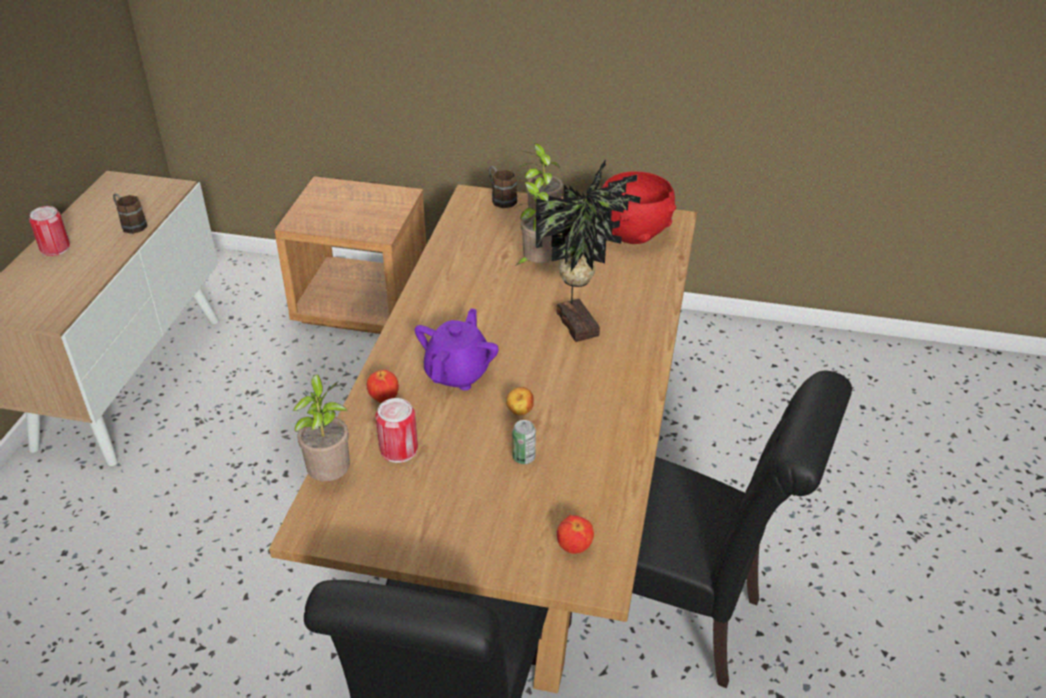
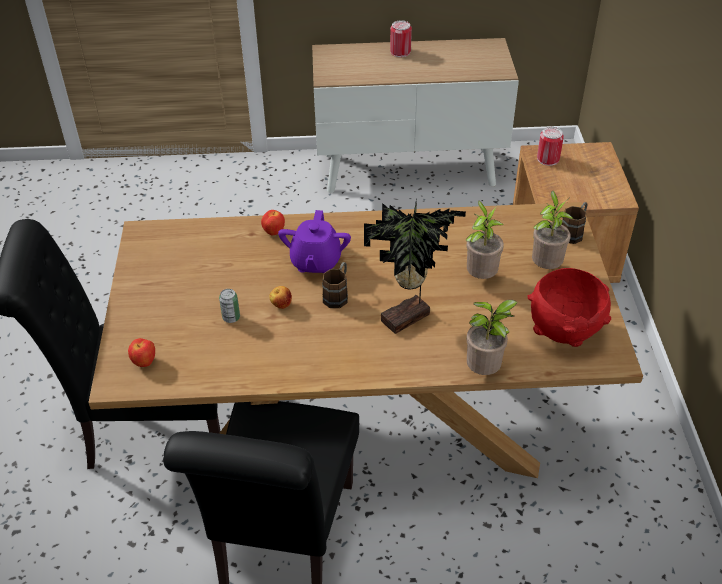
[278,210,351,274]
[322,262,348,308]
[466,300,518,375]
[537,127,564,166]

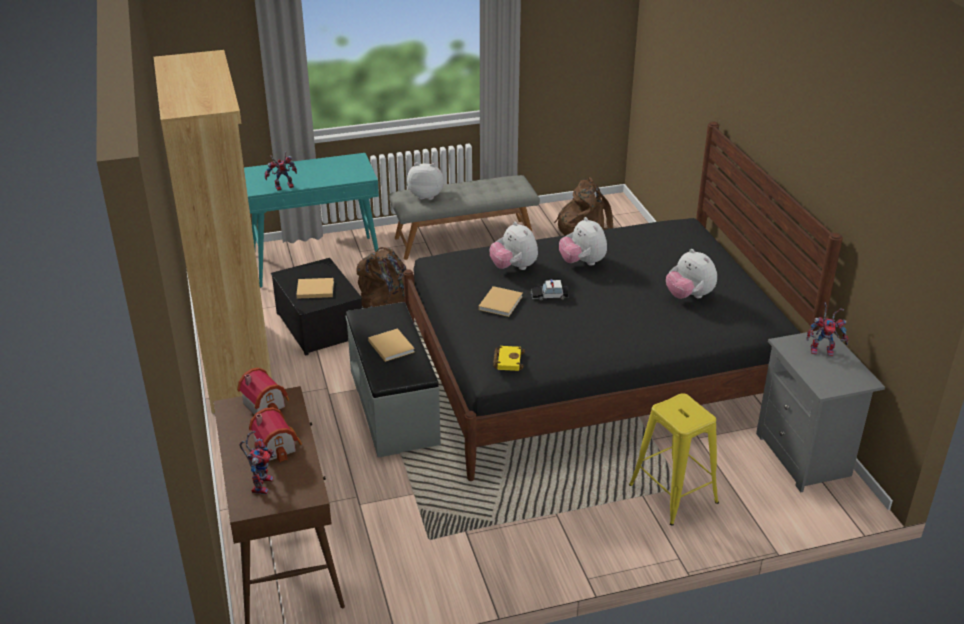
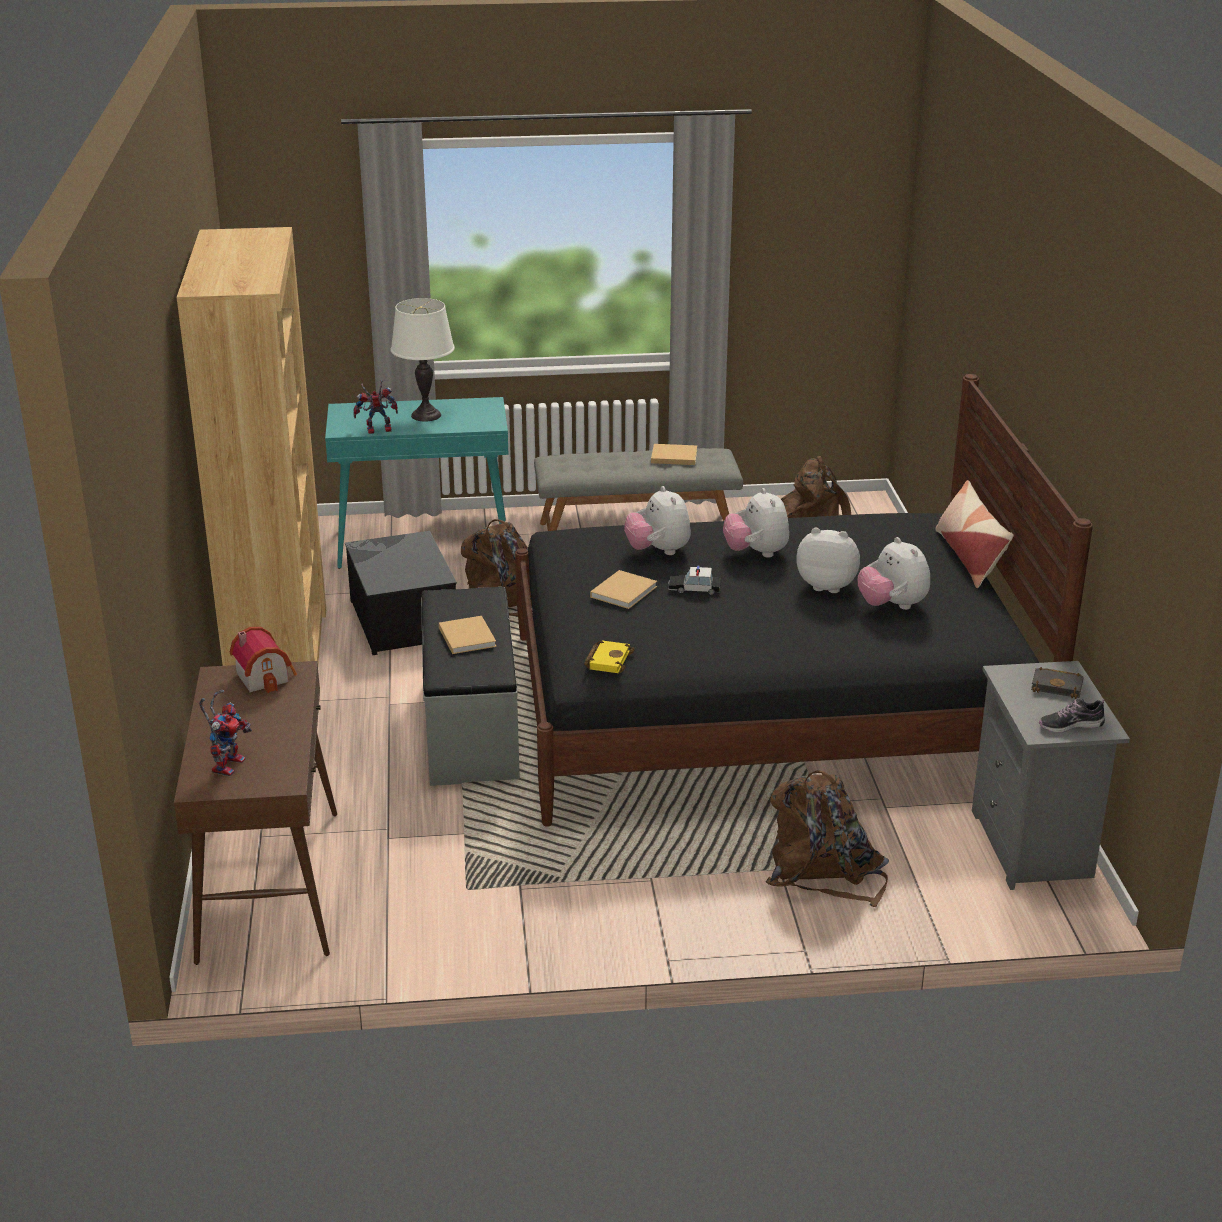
[390,298,455,422]
[651,444,697,465]
[766,770,889,907]
[796,528,860,593]
[935,480,1014,588]
[1031,667,1084,699]
[1039,699,1105,733]
[249,407,302,463] (first image)

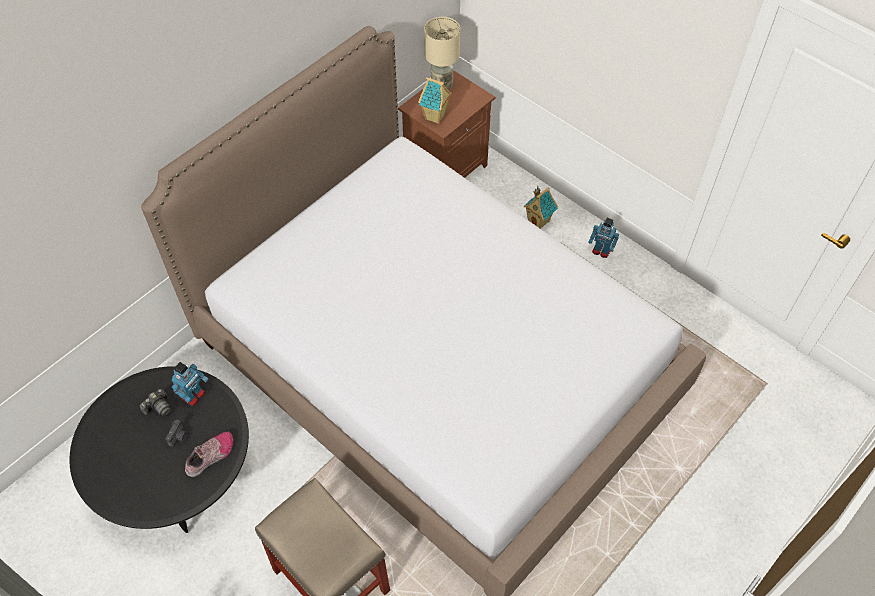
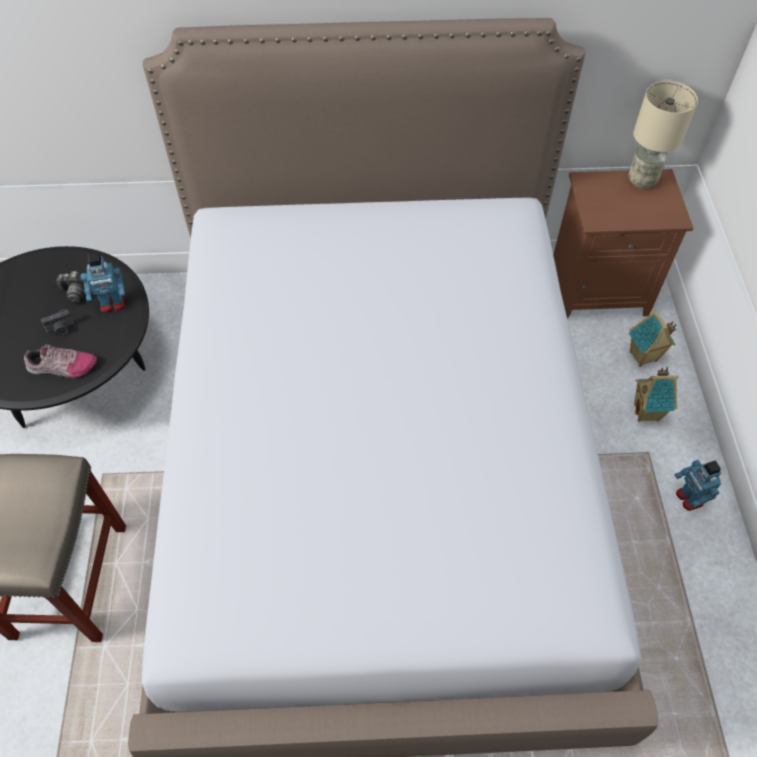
[629,309,677,367]

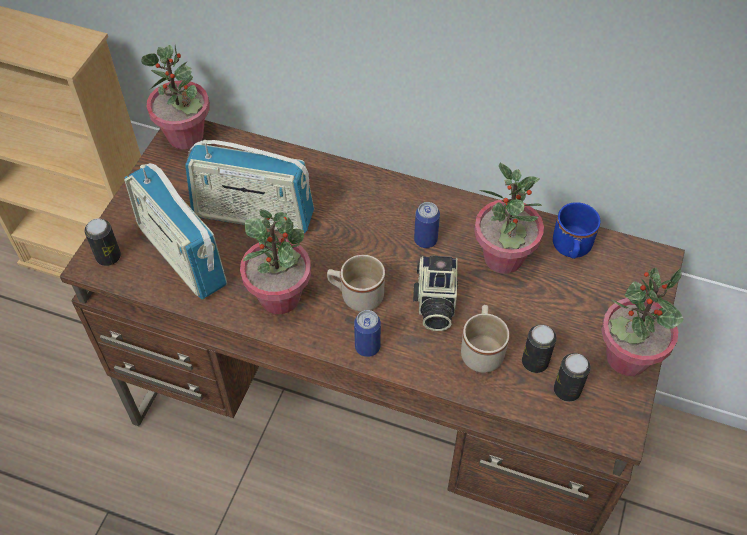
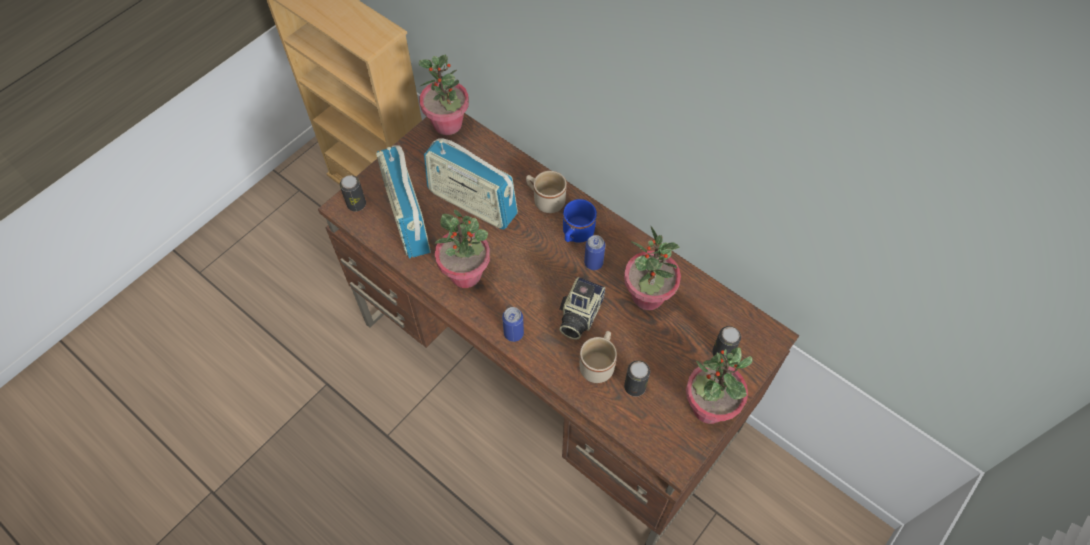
[526,171,567,213]
[563,199,597,243]
[712,326,741,360]

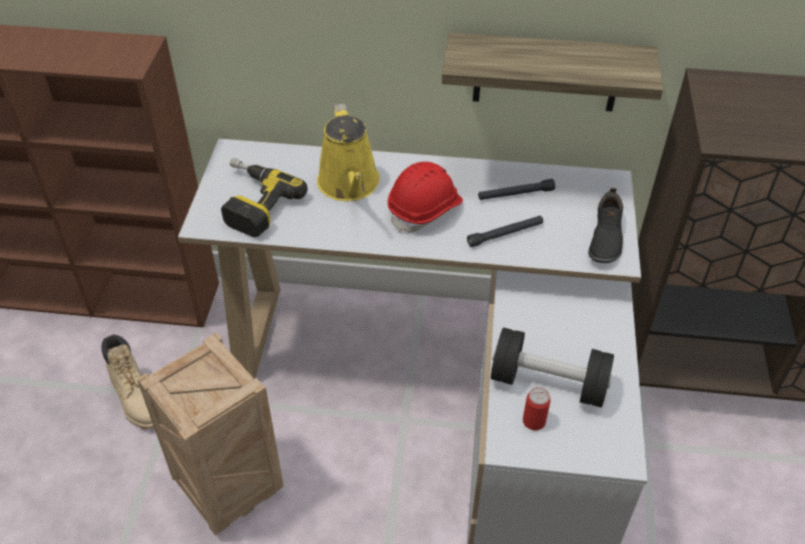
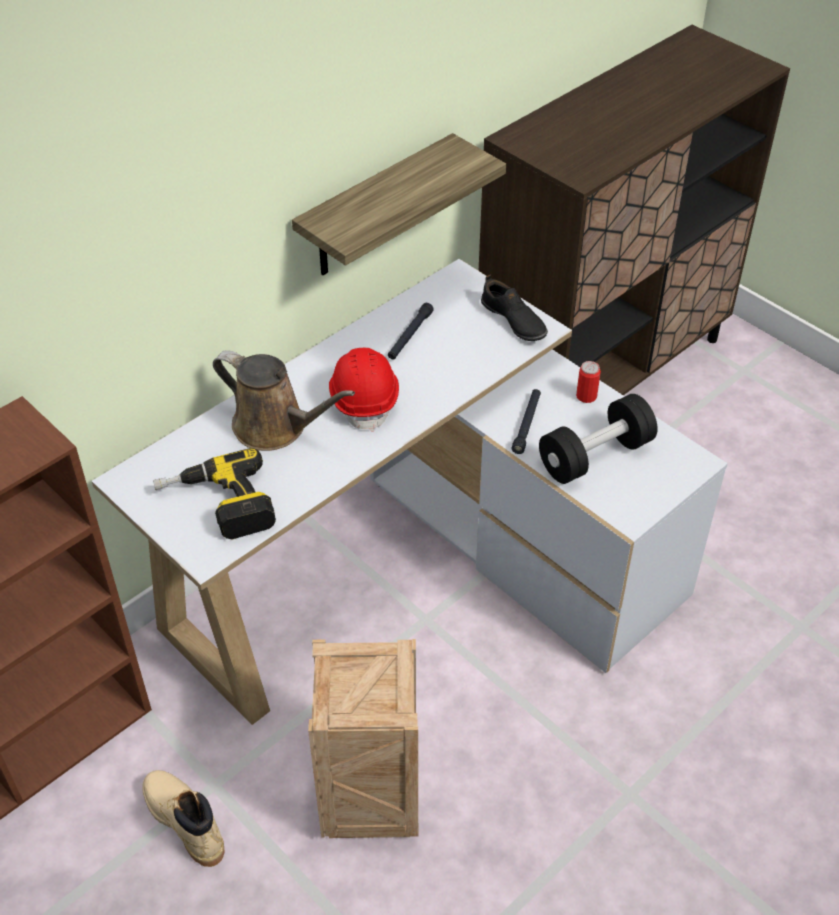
[143,770,224,867]
[213,350,355,451]
[512,389,541,454]
[576,361,601,403]

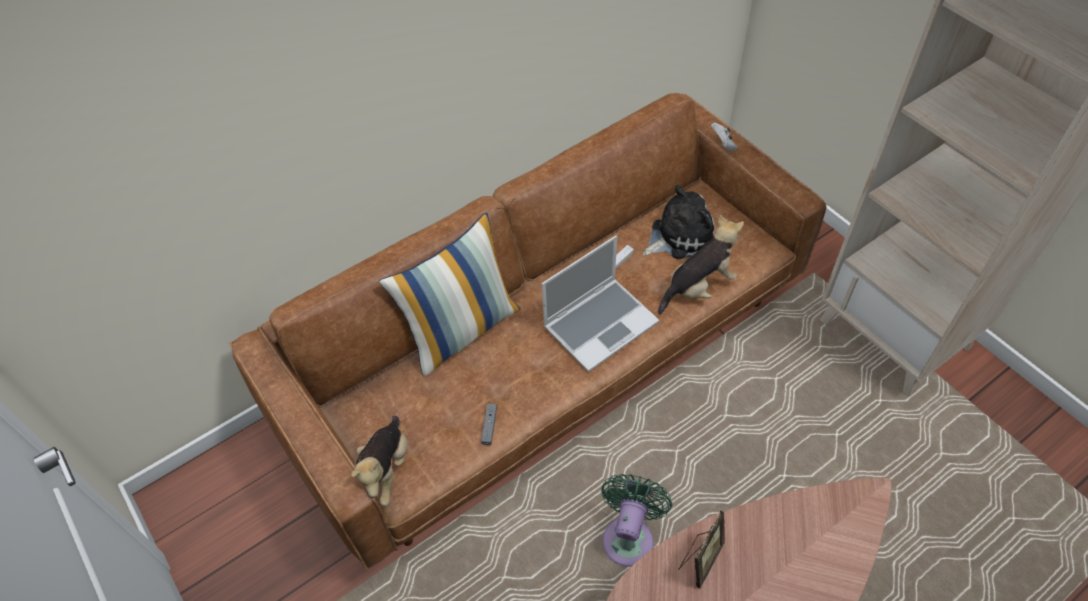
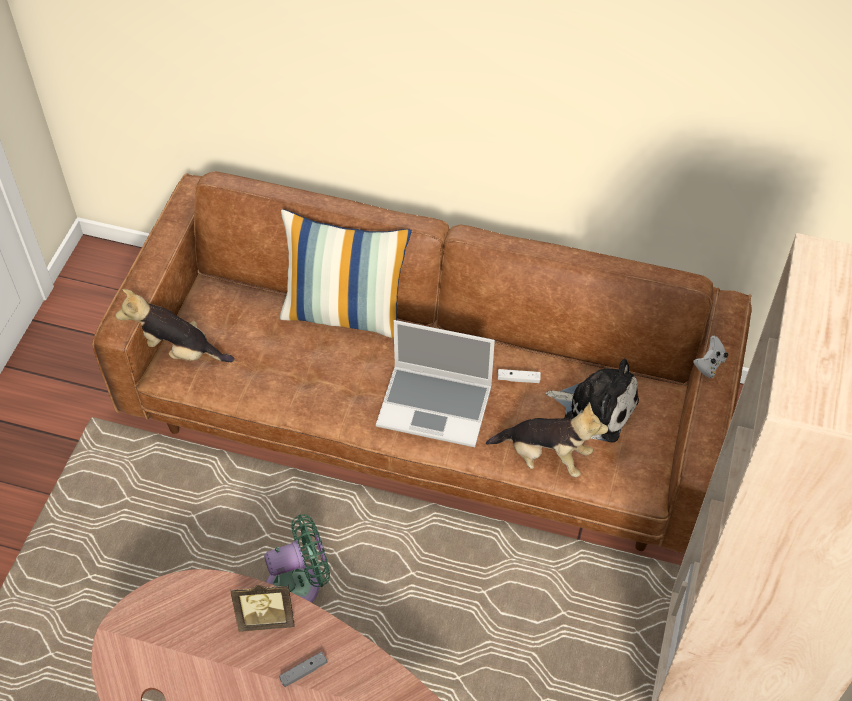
[116,289,234,362]
[279,652,327,687]

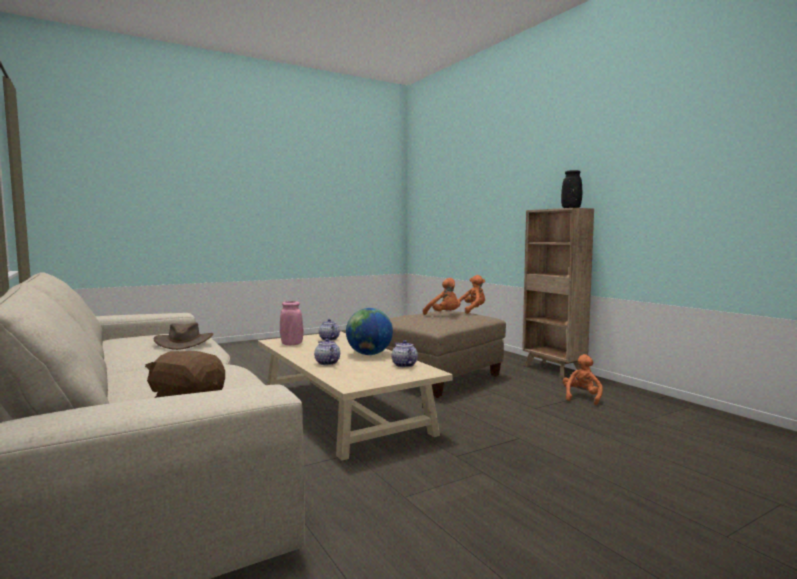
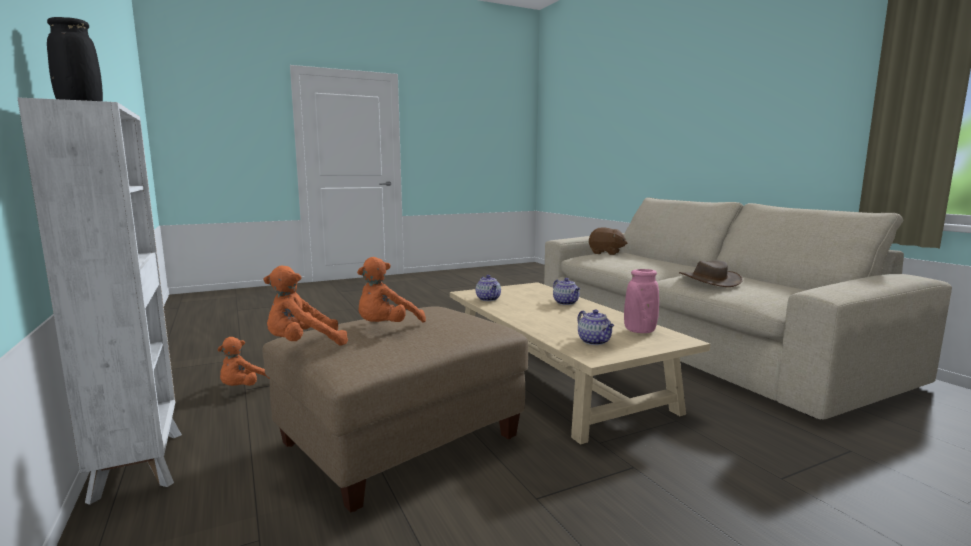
[17,97,182,505]
[357,257,426,323]
[346,308,393,355] (first image)

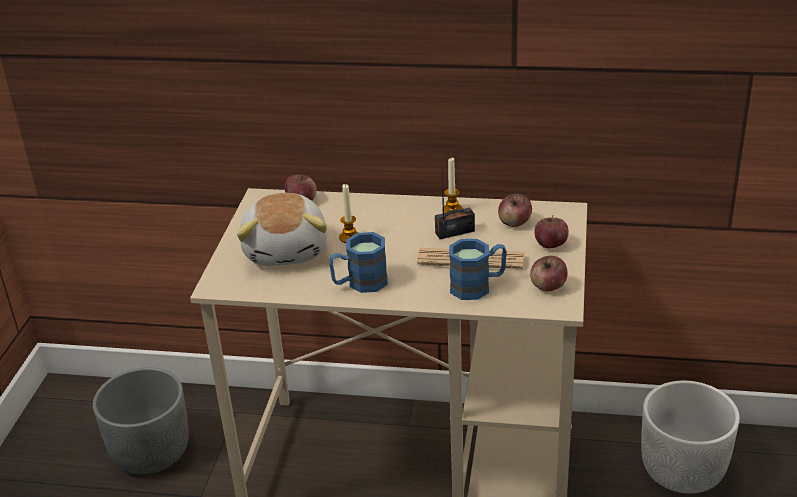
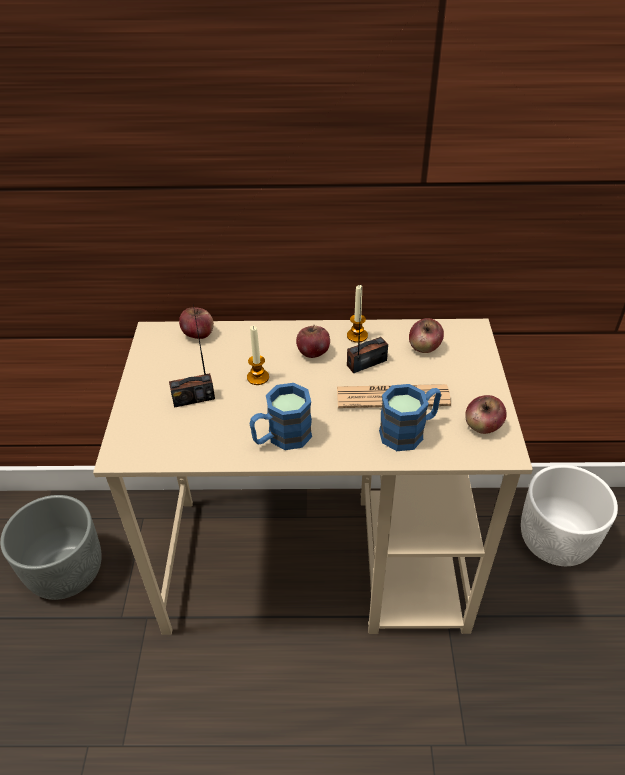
[169,305,215,408]
[296,325,330,358]

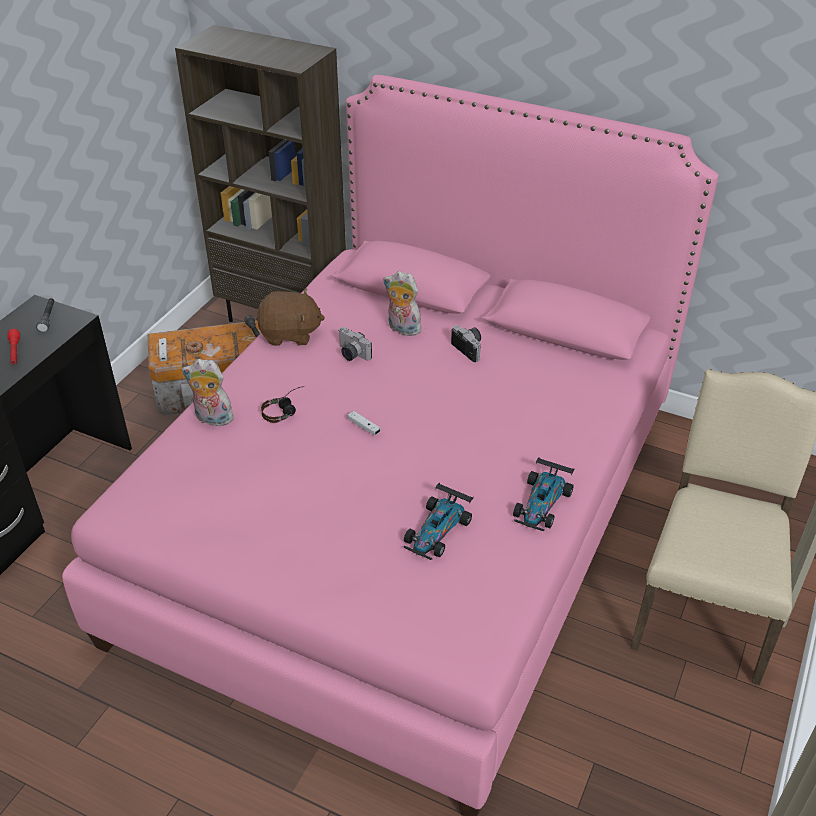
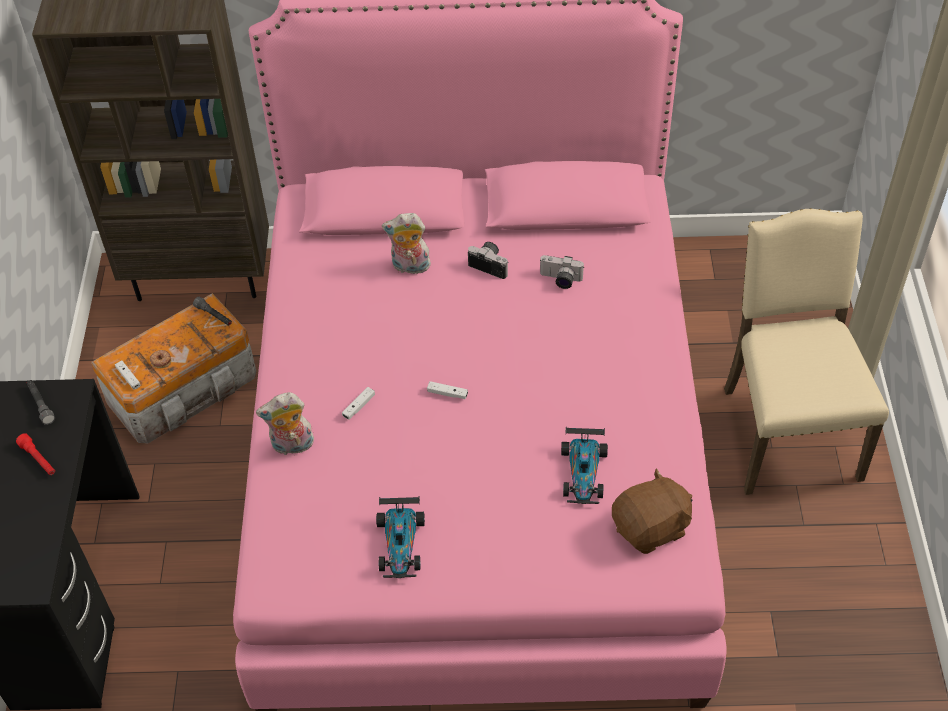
[342,387,375,420]
[376,496,425,578]
[539,255,584,289]
[612,468,692,554]

